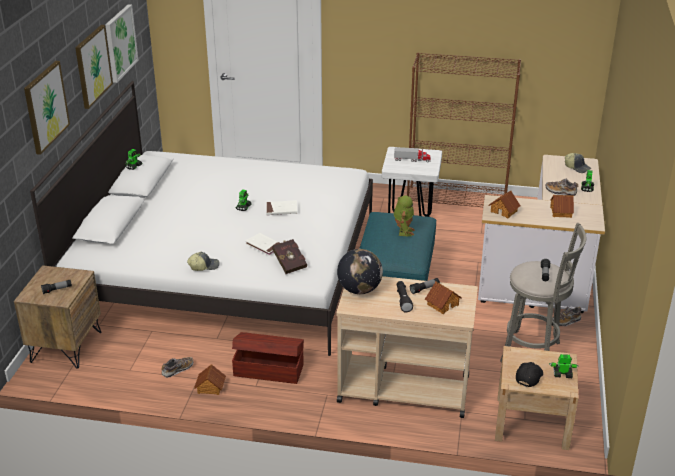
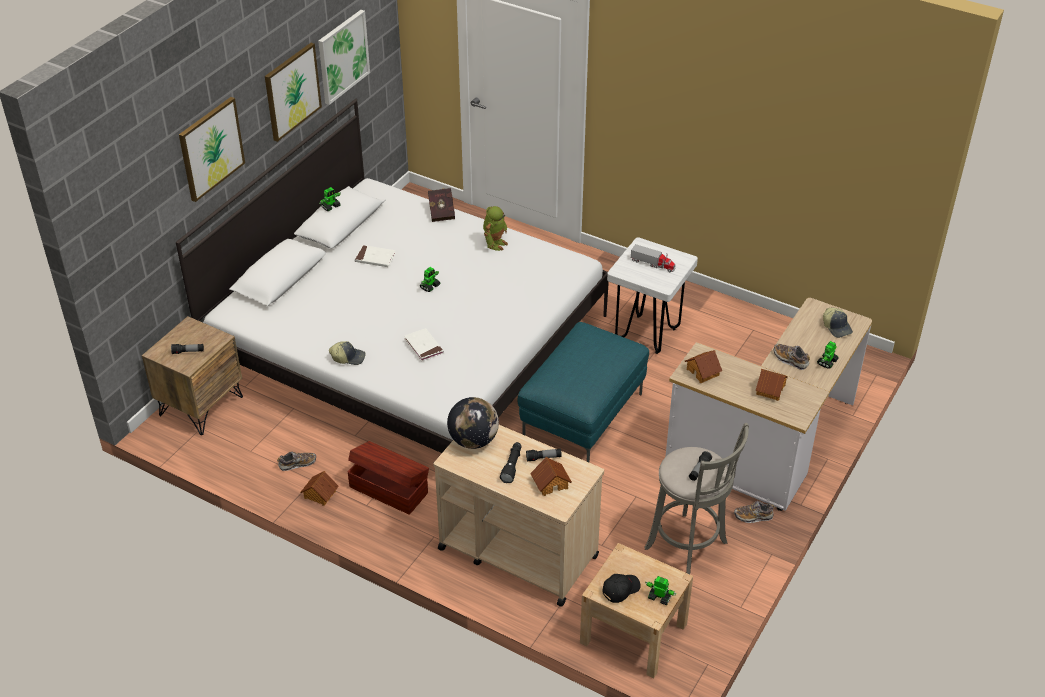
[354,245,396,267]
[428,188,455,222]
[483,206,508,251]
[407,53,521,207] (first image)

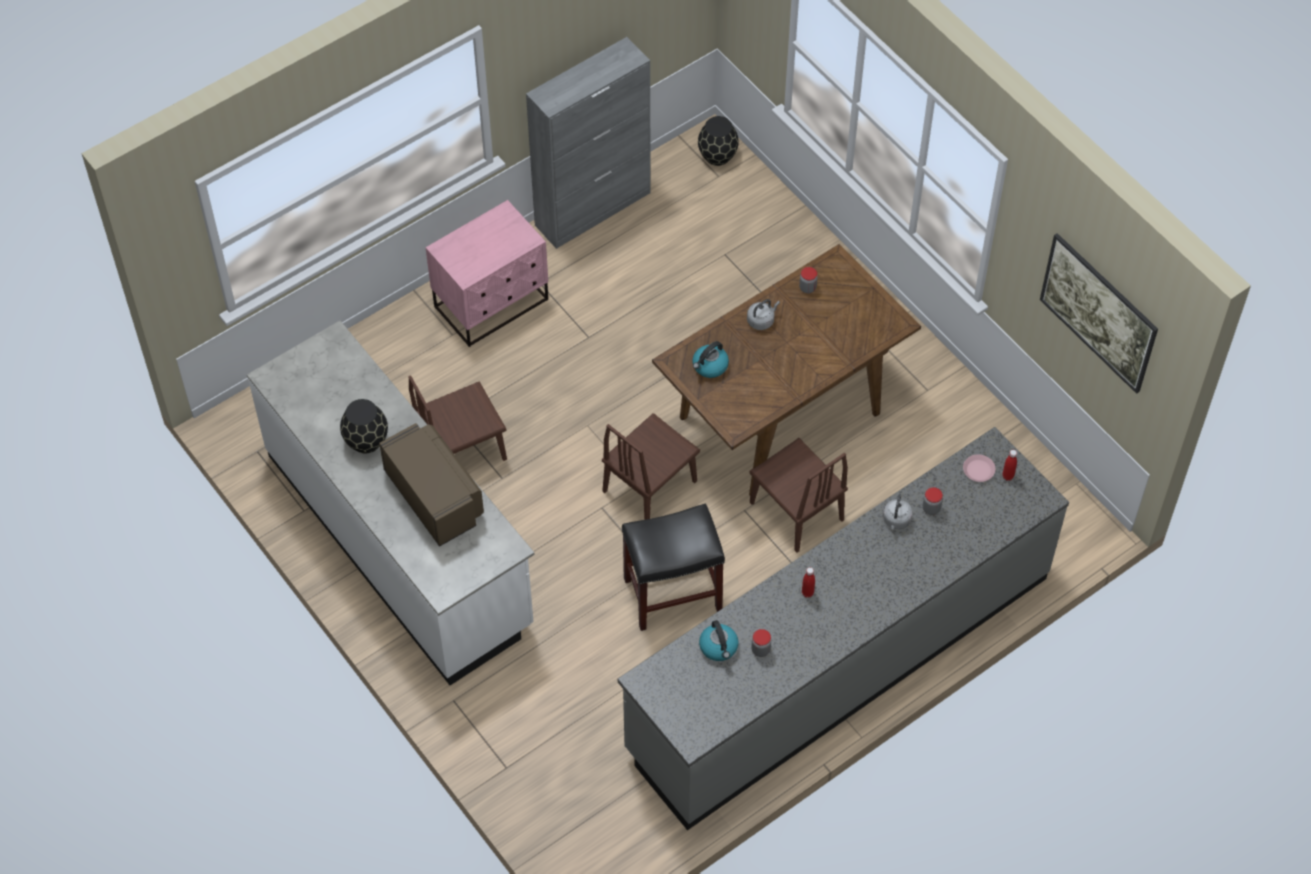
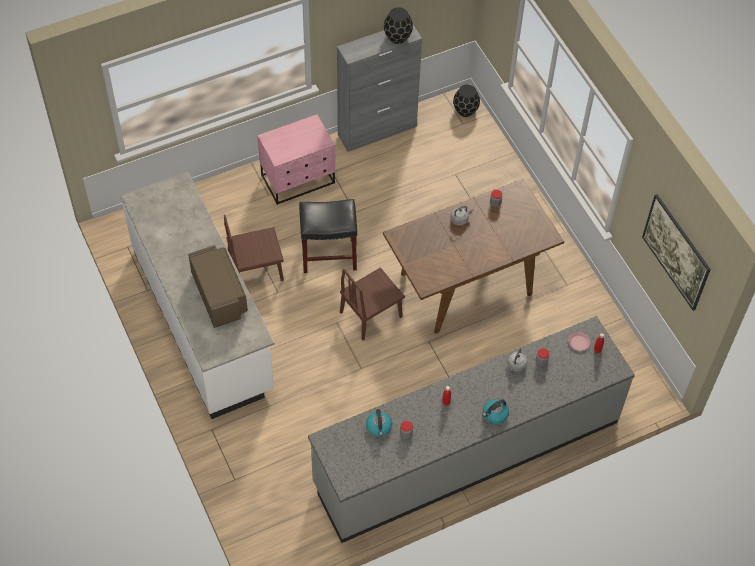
[299,199,357,273]
[384,7,413,44]
[482,399,509,424]
[749,438,848,553] (first image)

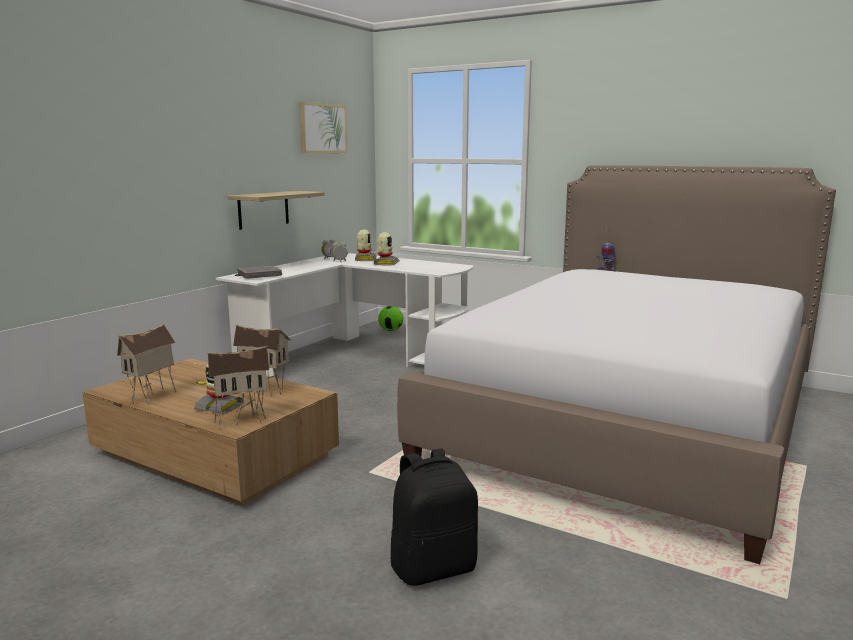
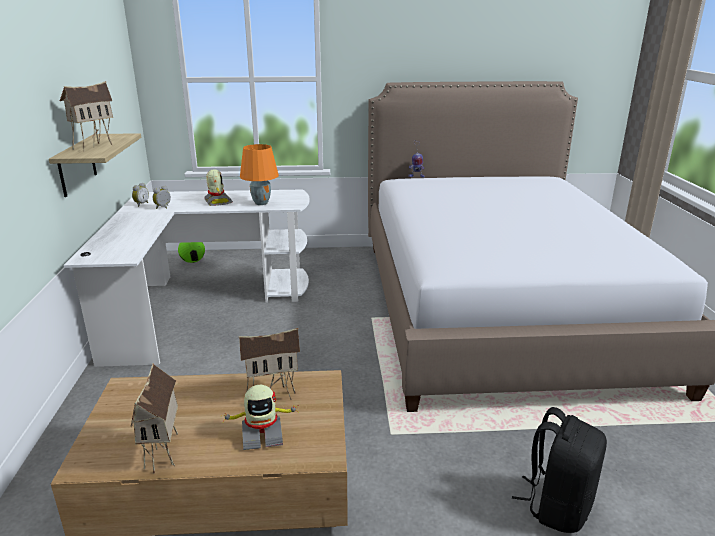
[60,81,113,151]
[240,144,279,205]
[238,265,282,279] (first image)
[299,101,348,154] (first image)
[355,229,377,261] (first image)

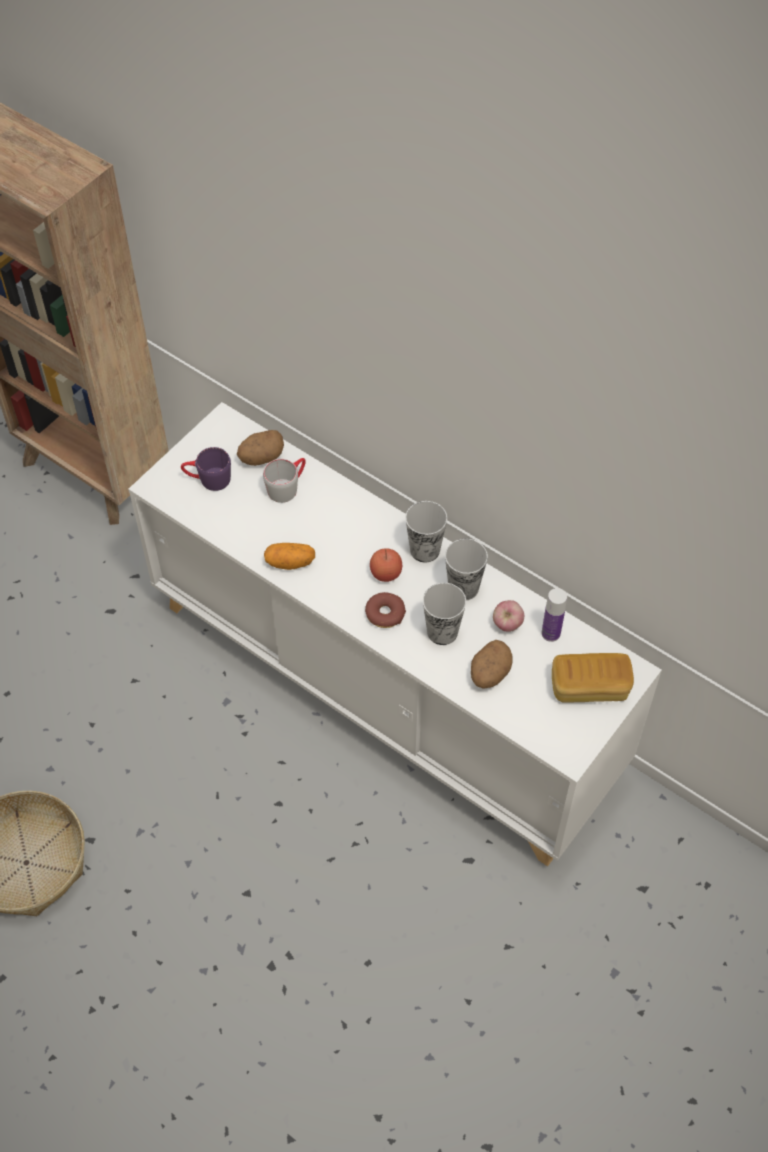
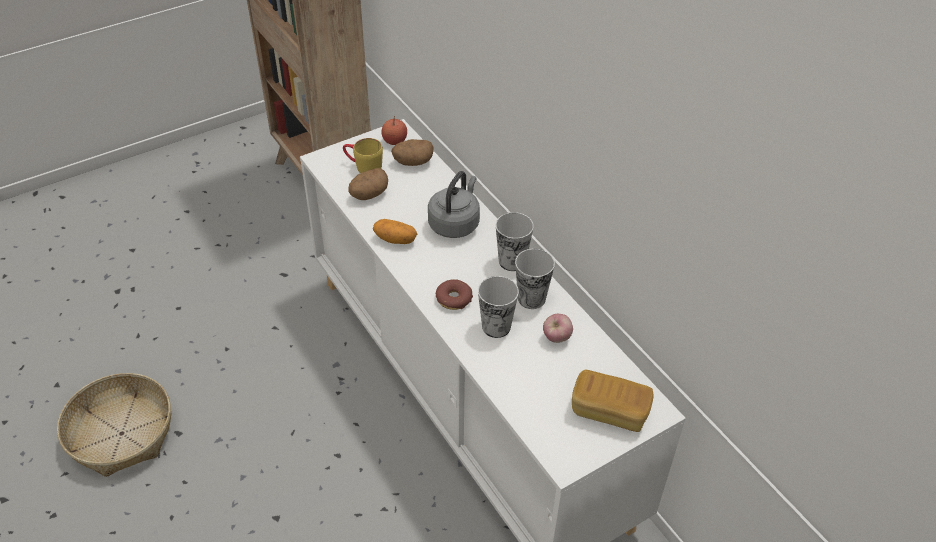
[343,138,383,173]
[348,168,388,200]
[381,116,407,145]
[428,171,480,238]
[263,458,306,503] (first image)
[541,588,567,642] (first image)

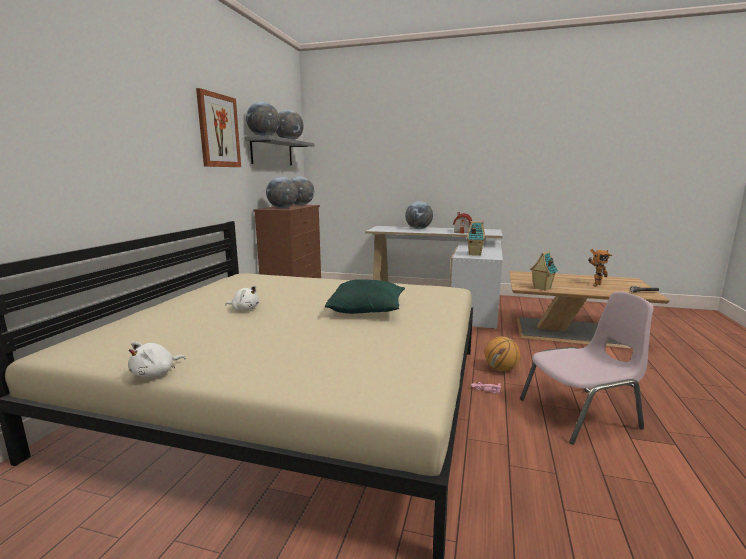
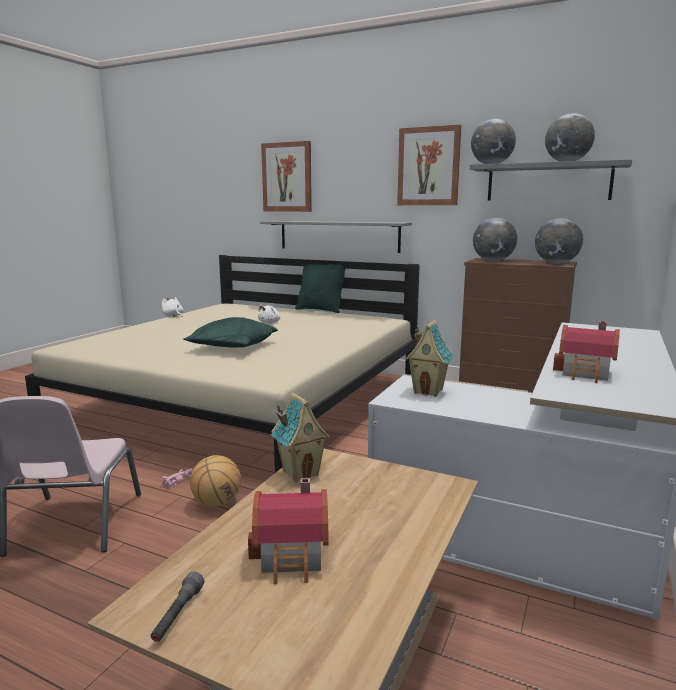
[248,478,329,585]
[260,221,412,253]
[261,141,312,212]
[295,264,345,313]
[405,201,433,229] (first image)

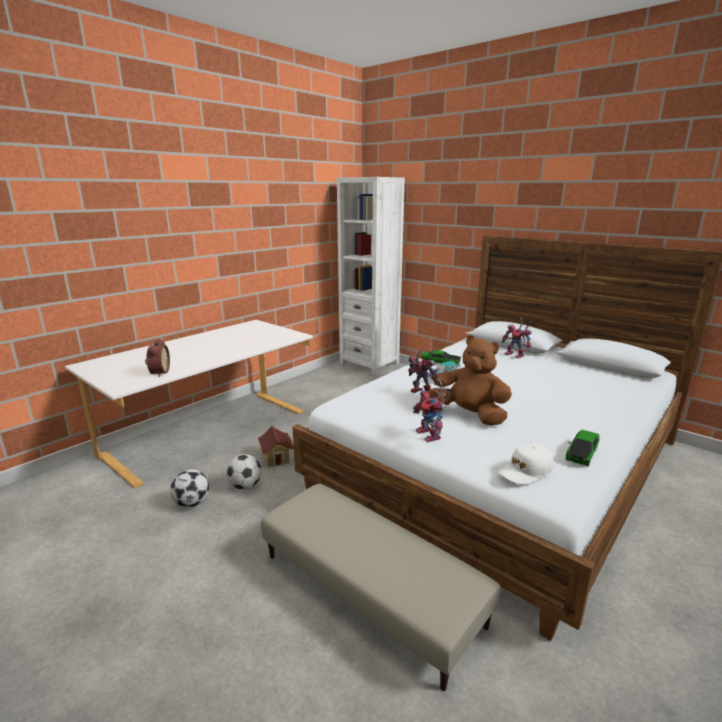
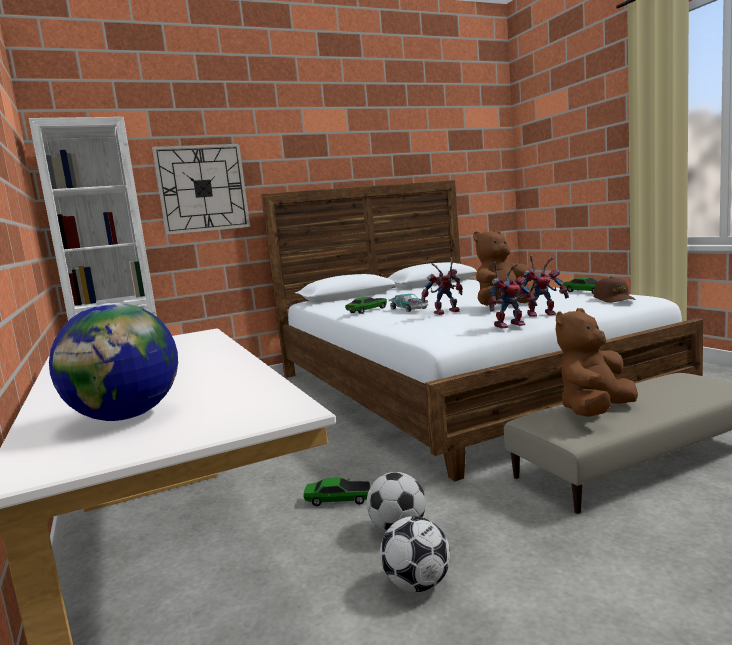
[49,303,178,421]
[152,144,250,235]
[303,477,370,506]
[488,262,537,329]
[556,308,638,417]
[593,277,636,303]
[145,339,170,377] (first image)

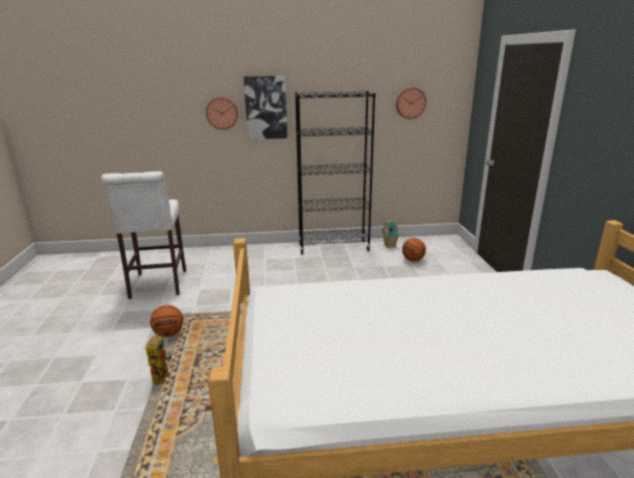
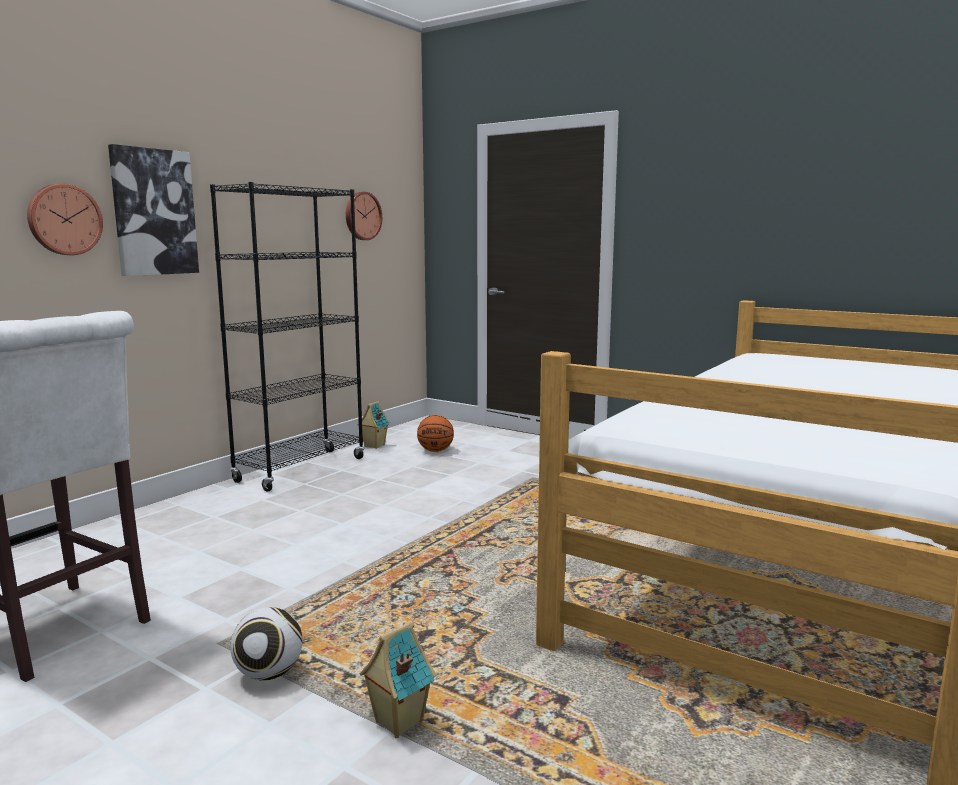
[230,607,302,680]
[360,621,436,738]

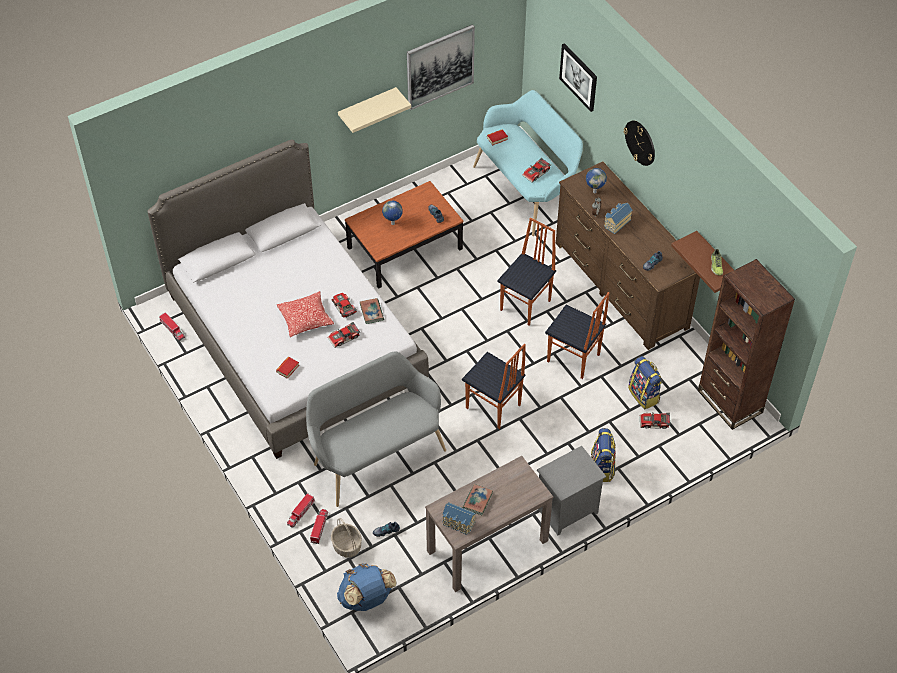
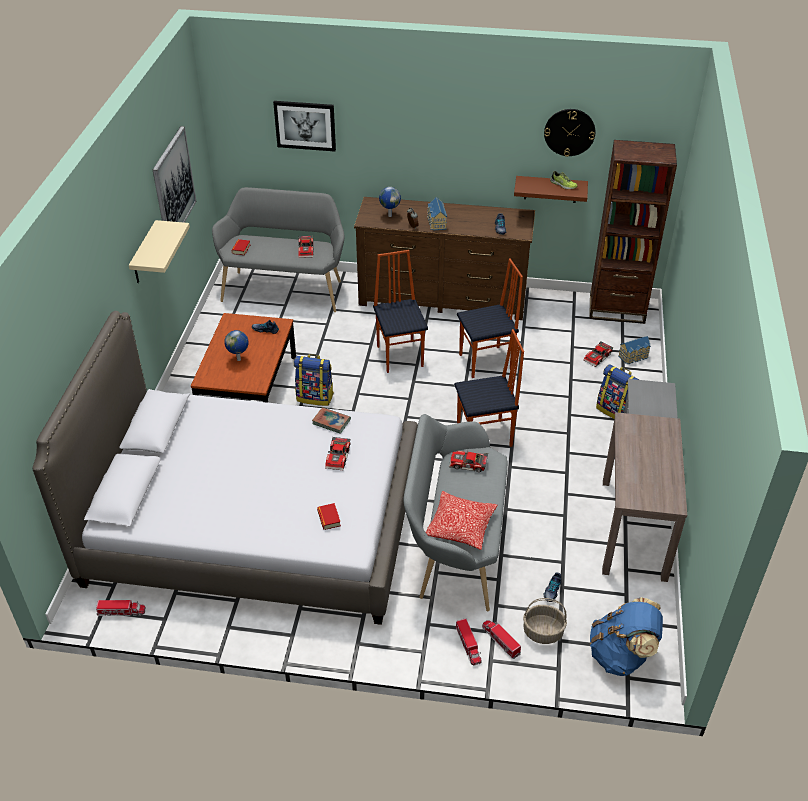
[212,187,344,312]
[294,354,334,406]
[426,491,497,550]
[449,451,488,472]
[544,109,595,157]
[618,336,651,364]
[463,484,493,515] (first image)

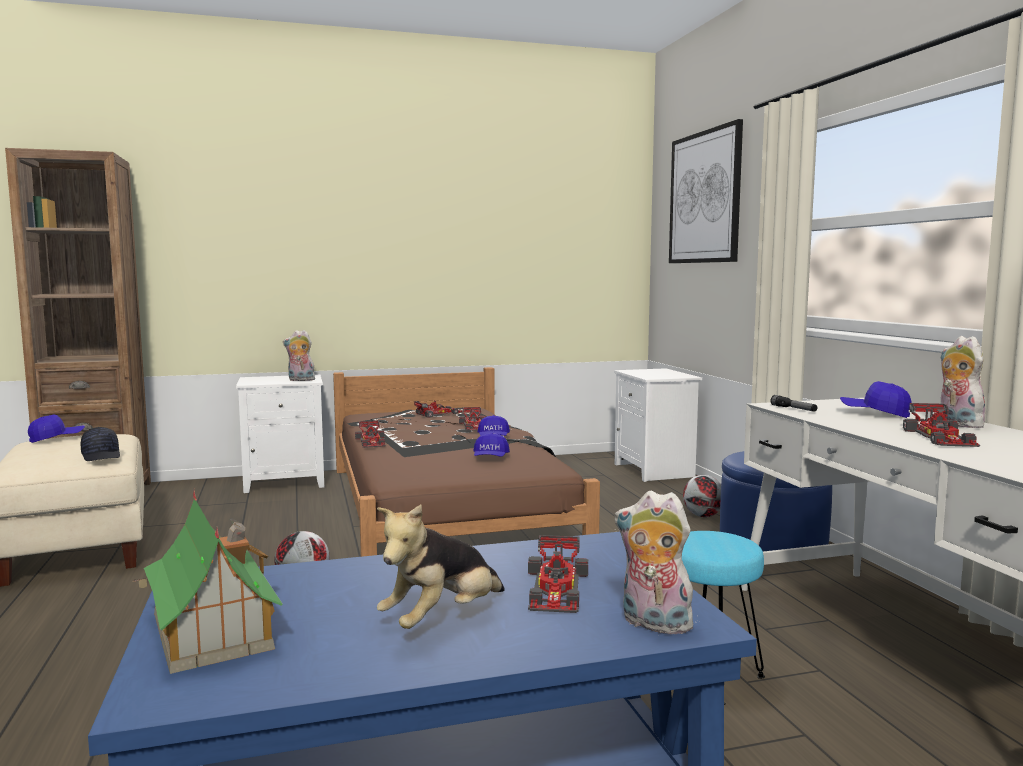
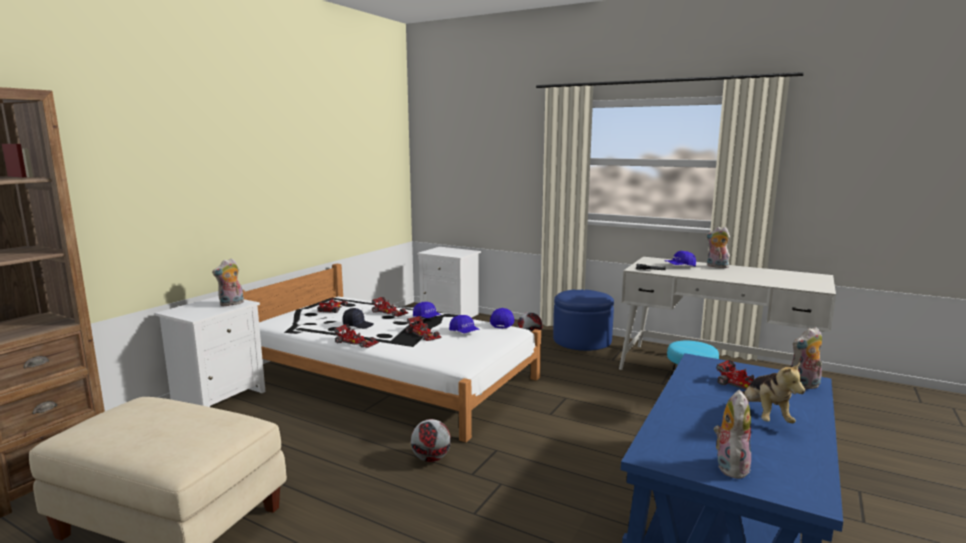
[243,264,541,442]
[343,308,374,329]
[406,316,442,341]
[490,308,514,329]
[714,390,751,479]
[669,119,743,263] (first image)

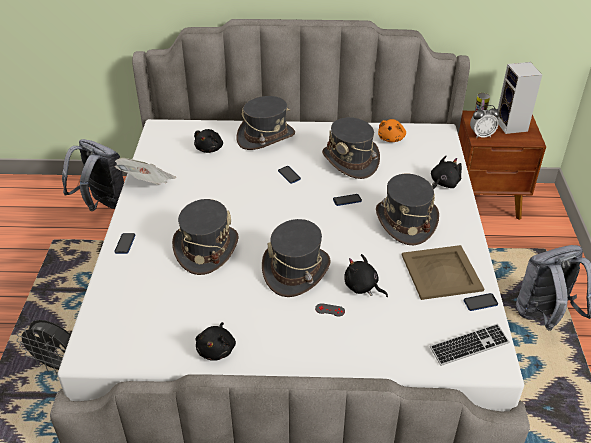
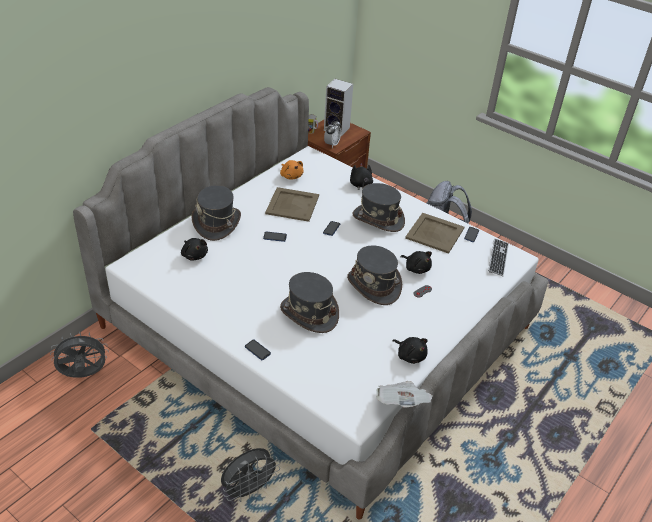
[50,332,109,378]
[265,187,319,222]
[376,381,433,408]
[400,251,432,274]

